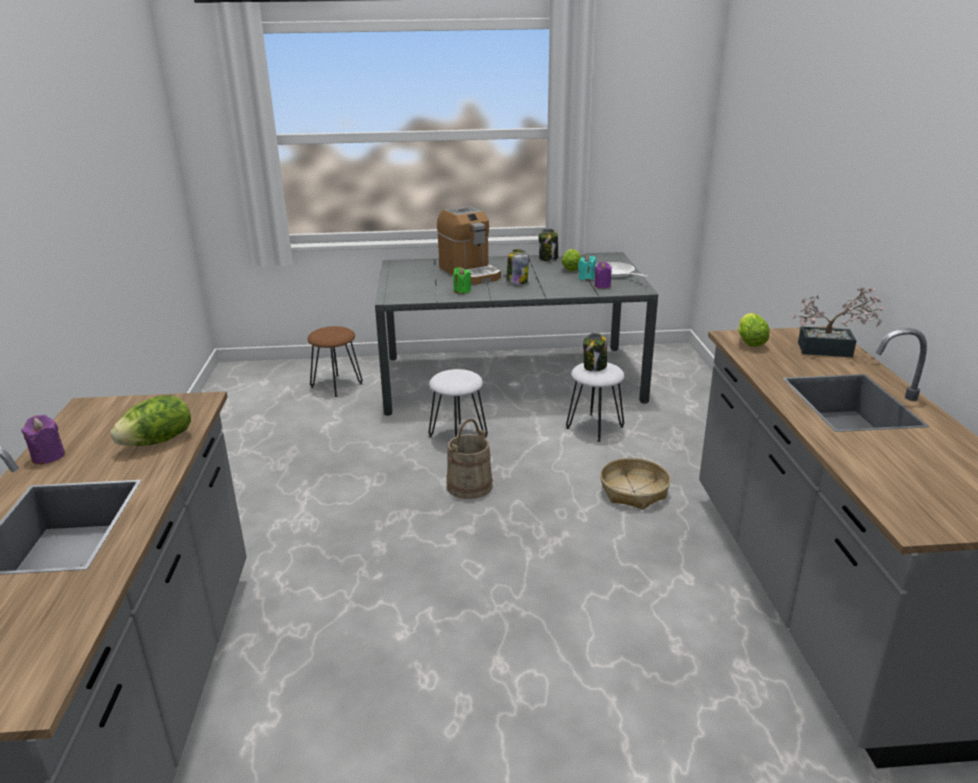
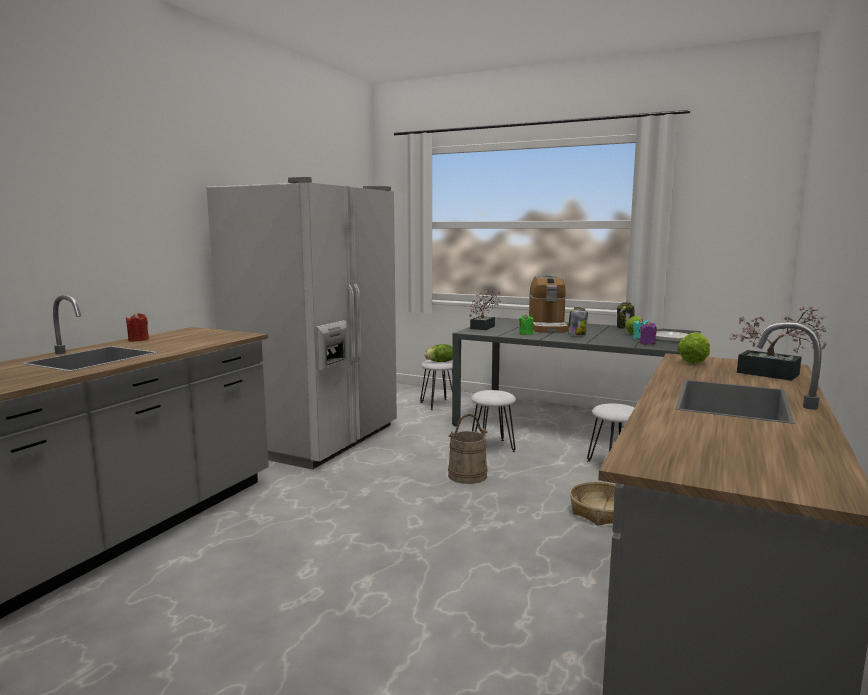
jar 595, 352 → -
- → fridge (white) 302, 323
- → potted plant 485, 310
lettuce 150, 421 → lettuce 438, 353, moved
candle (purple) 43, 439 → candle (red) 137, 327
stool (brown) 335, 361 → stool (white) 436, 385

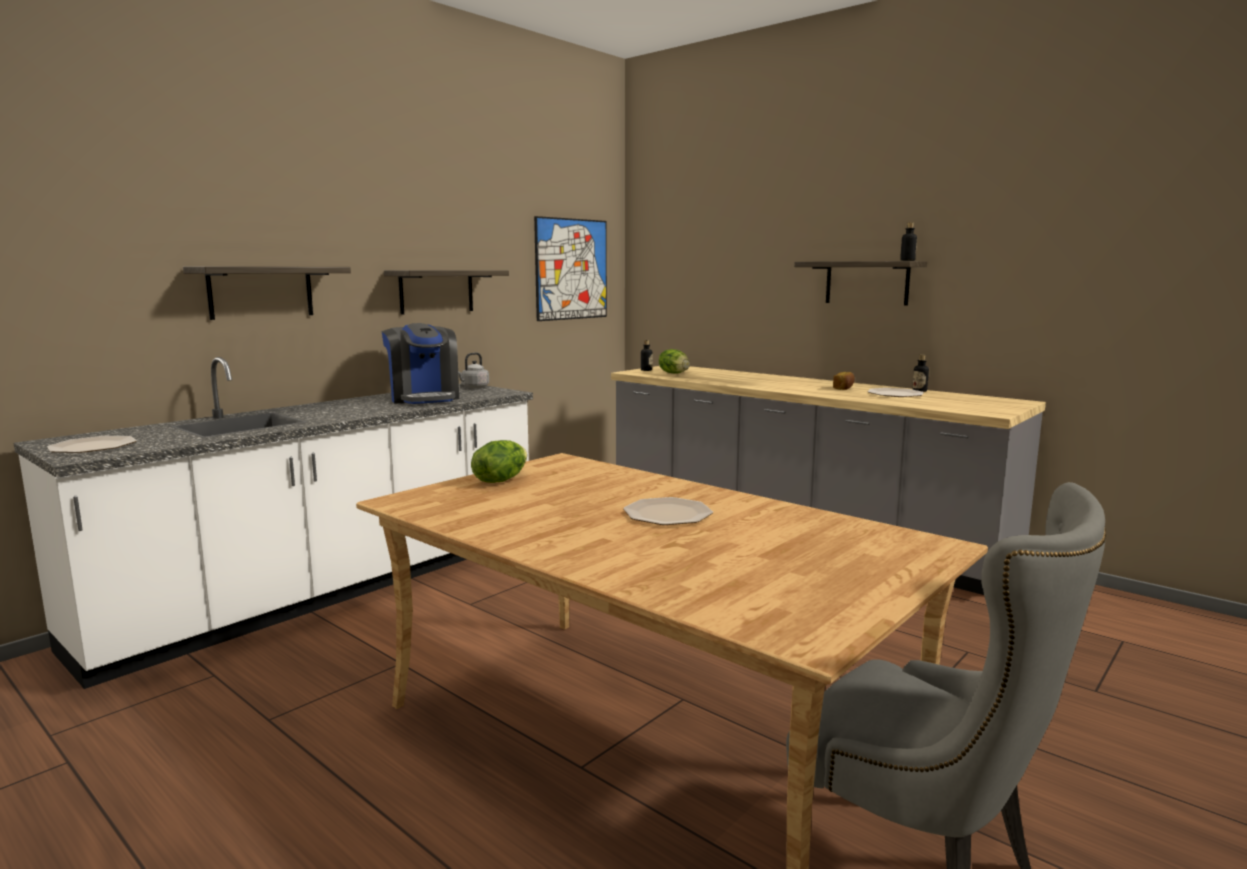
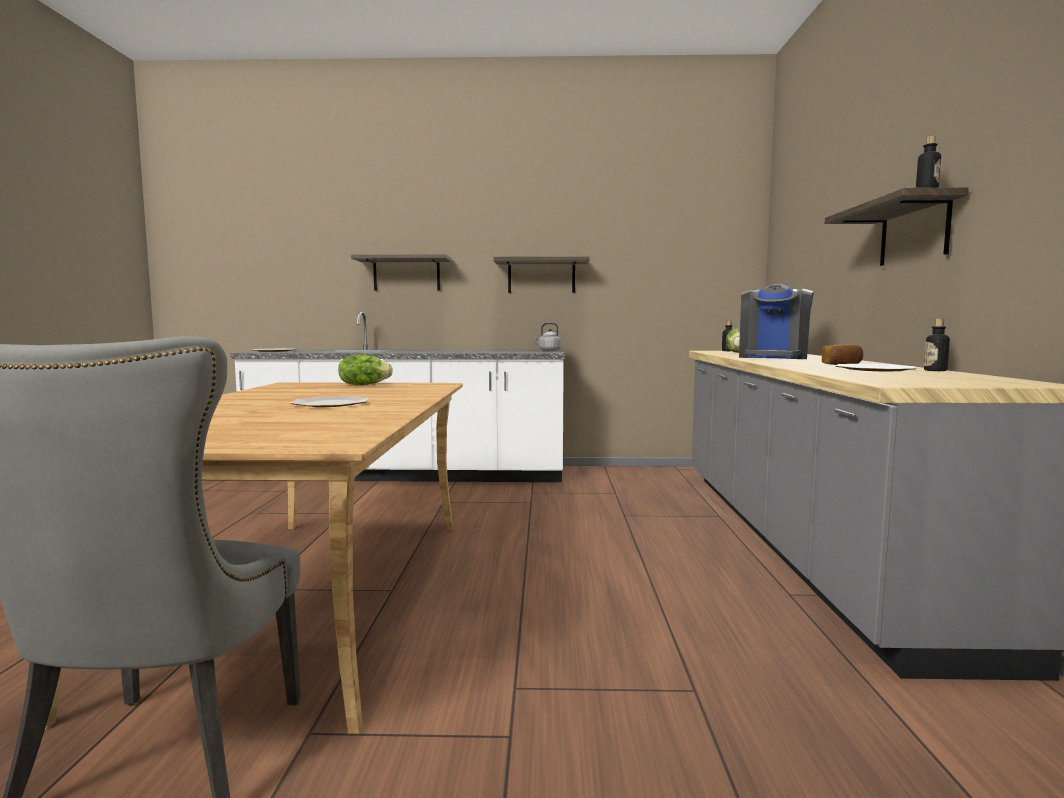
picture 570, 268 → -
coffee machine 420, 363 → coffee machine 776, 321, moved

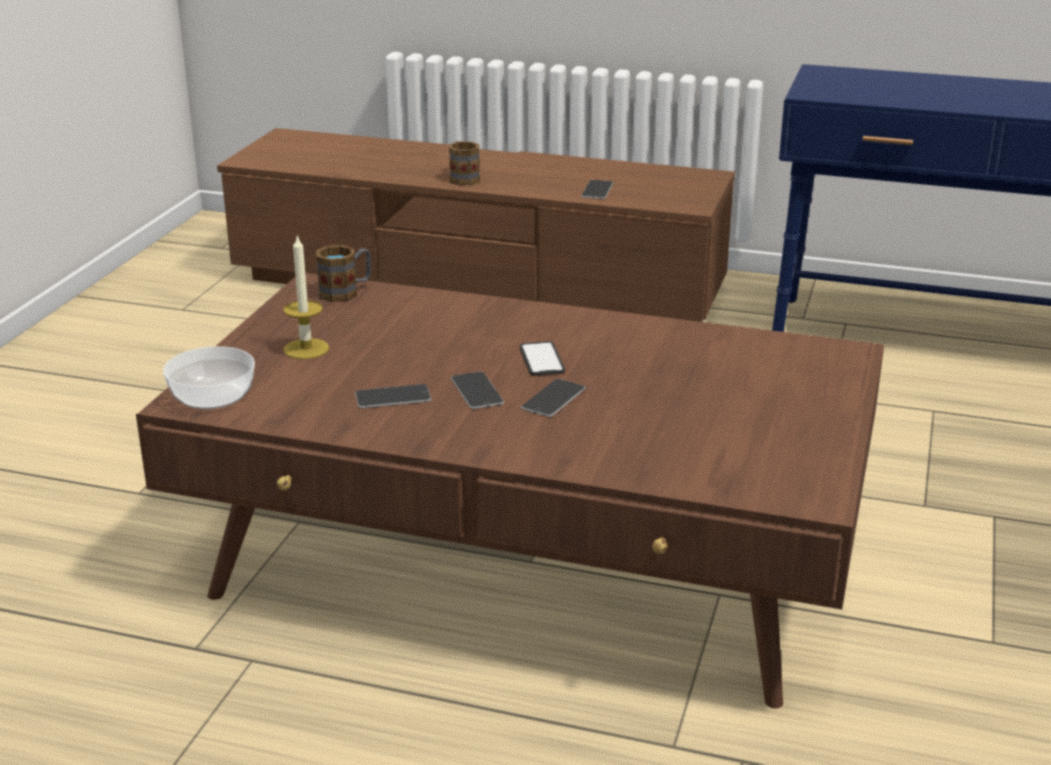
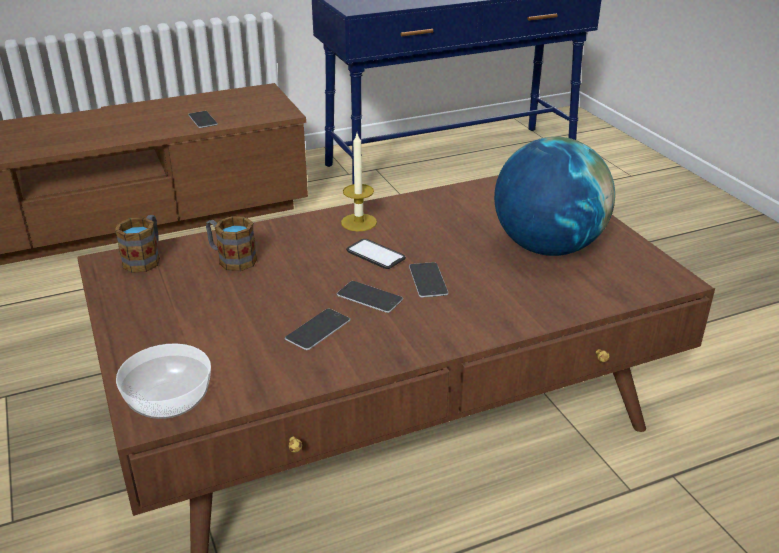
- → globe 554, 196
candle 306, 297 → candle 359, 182, moved
mug 464, 163 → mug 231, 243, moved

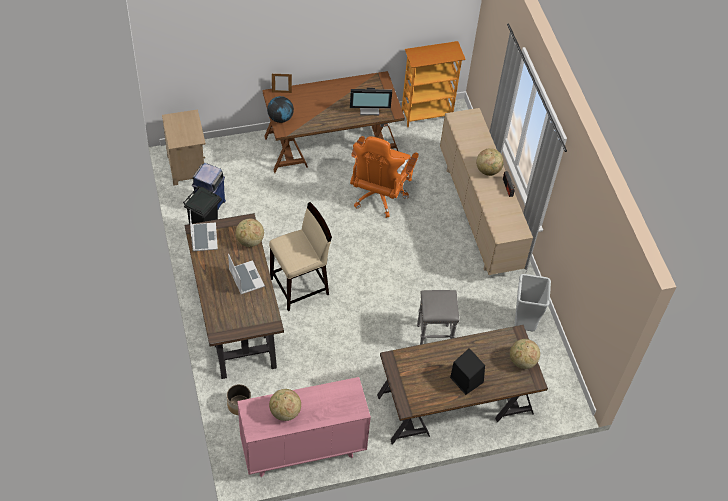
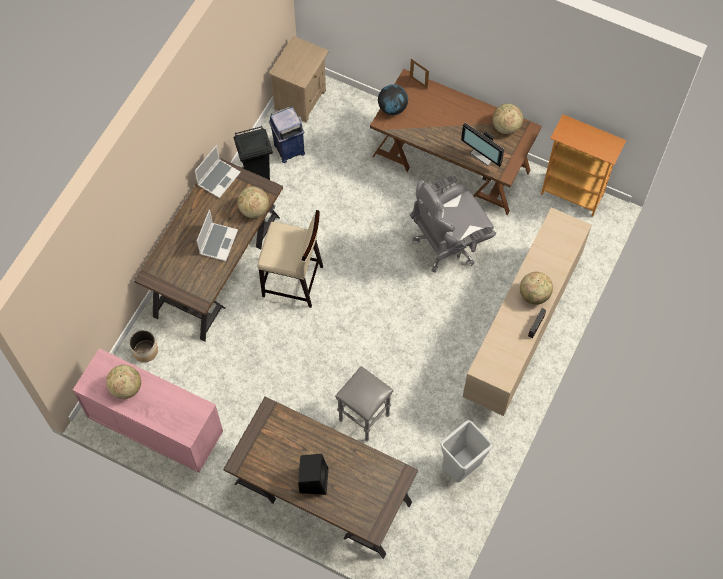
globe 525, 354 → globe 507, 119, moved
office chair (orange) 384, 177 → office chair (grey) 453, 224

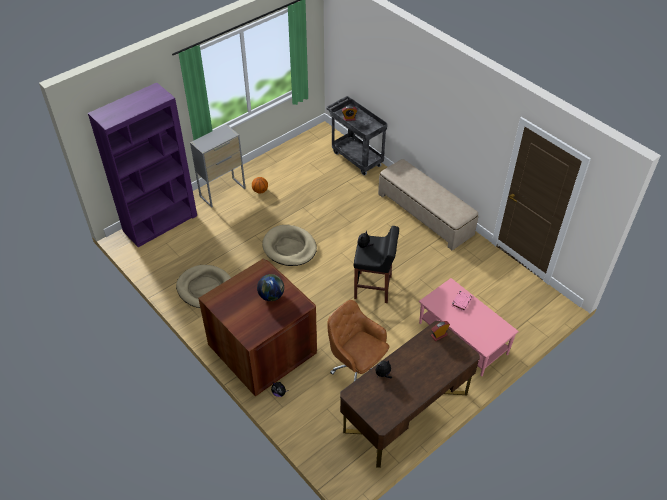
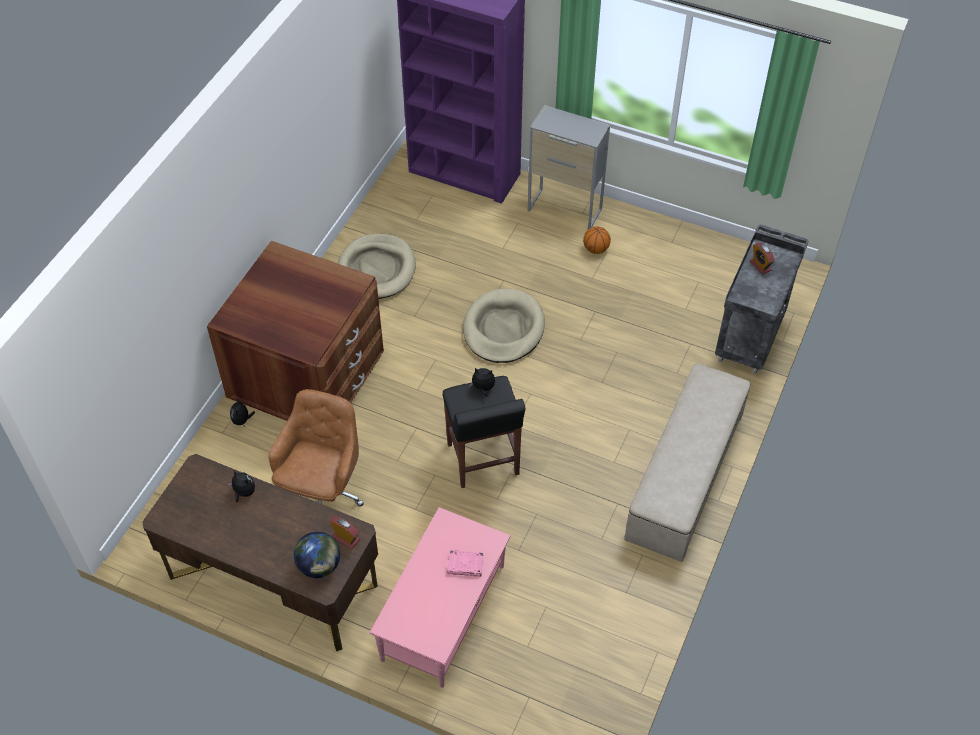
globe 270, 287 → globe 317, 555, moved

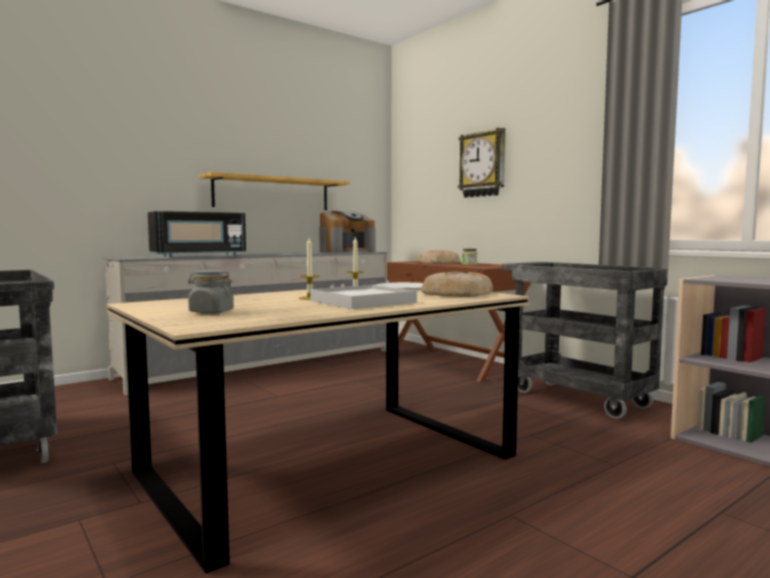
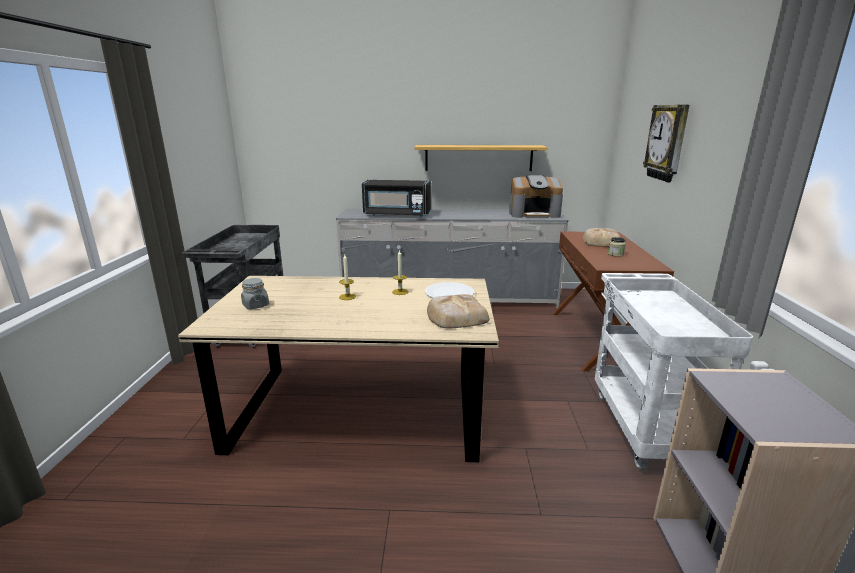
tray (white) 363, 297 → -
cart (black) 585, 340 → cart (white) 674, 372

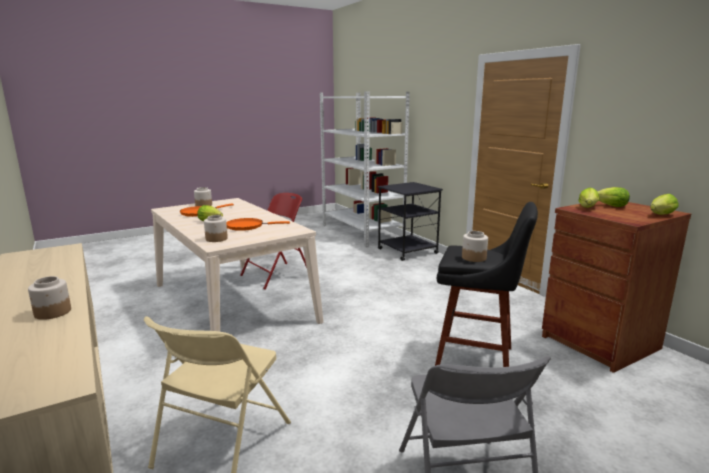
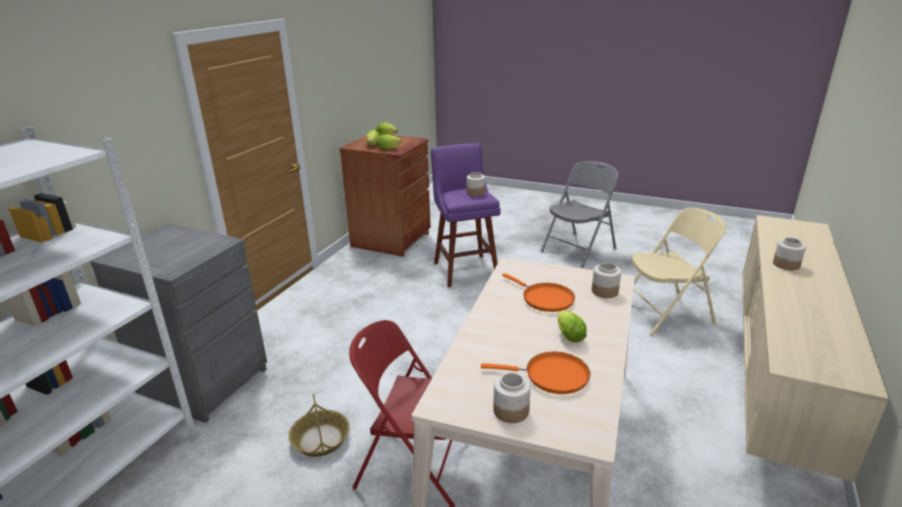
- → basket 319, 425
cart (black) 410, 221 → dresser (grey) 178, 323
stool (black) 486, 284 → stool (purple) 466, 215

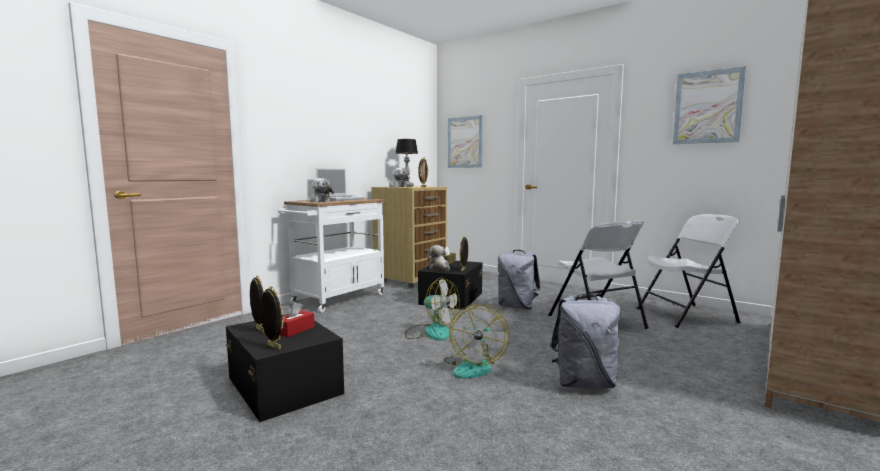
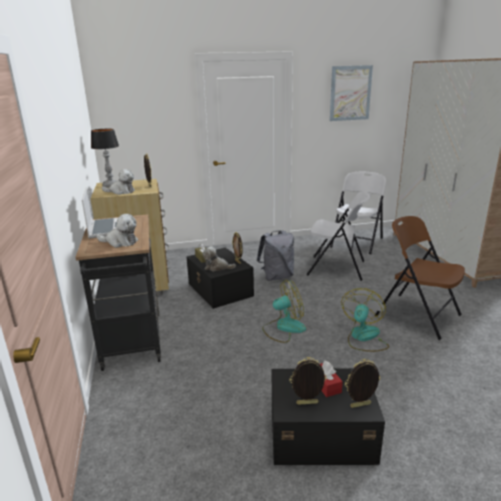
picture 465, 141 → -
backpack (grey) 585, 341 → chair (brown) 420, 278
cart (white) 331, 255 → cart (black) 118, 293
fan 477, 341 → fan 365, 320, 120 degrees counterclockwise

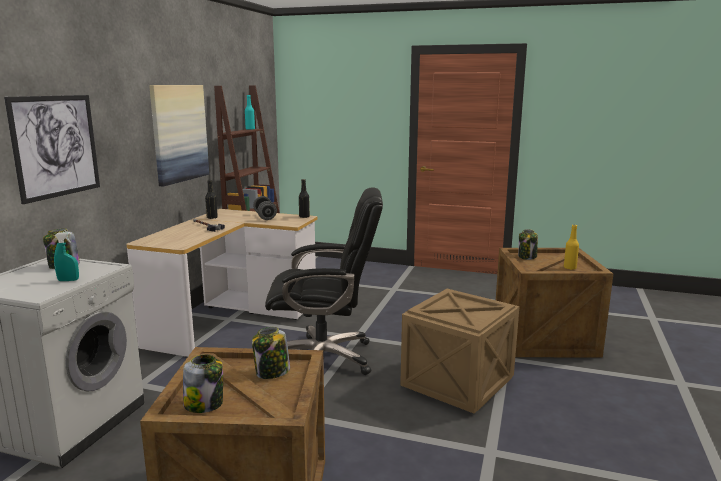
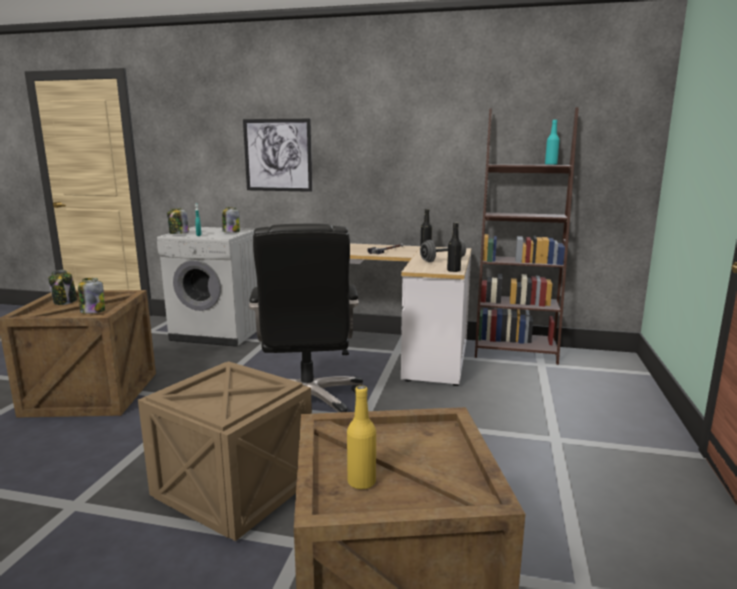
picture 179, 136 → -
jar 528, 244 → jar 178, 221, moved

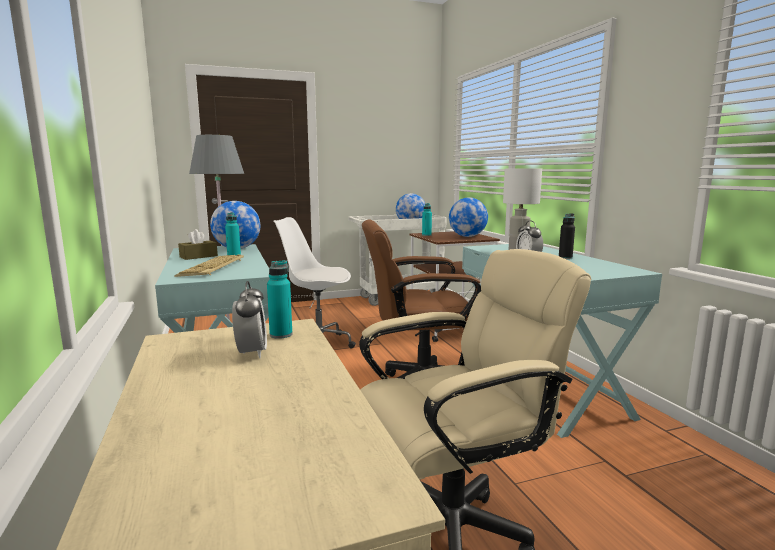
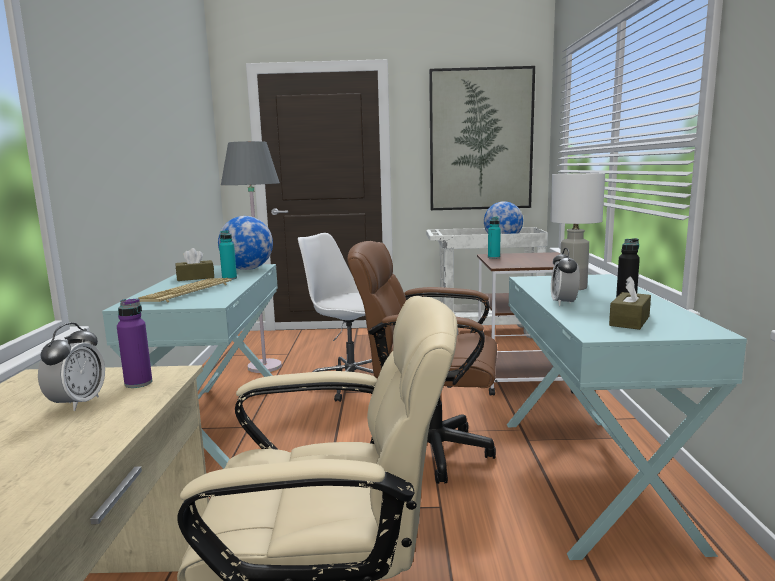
globe 468, 217 → -
- → picture 482, 138
- → tissue box (brown) 630, 303
bottle (turquoise) 280, 299 → bottle (purple) 134, 343

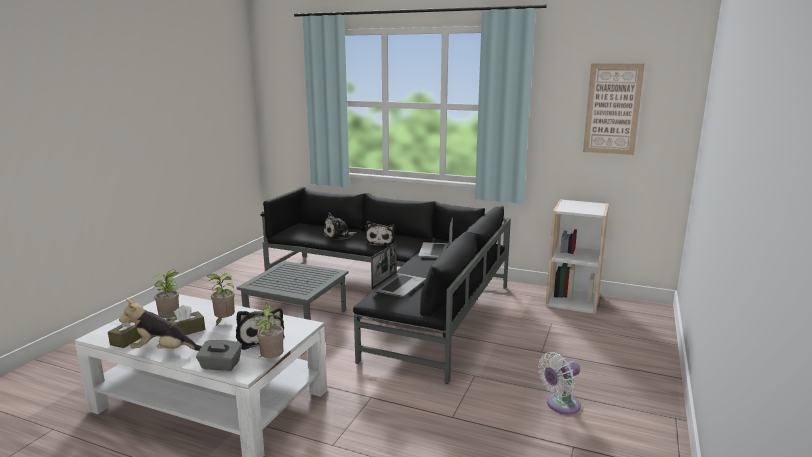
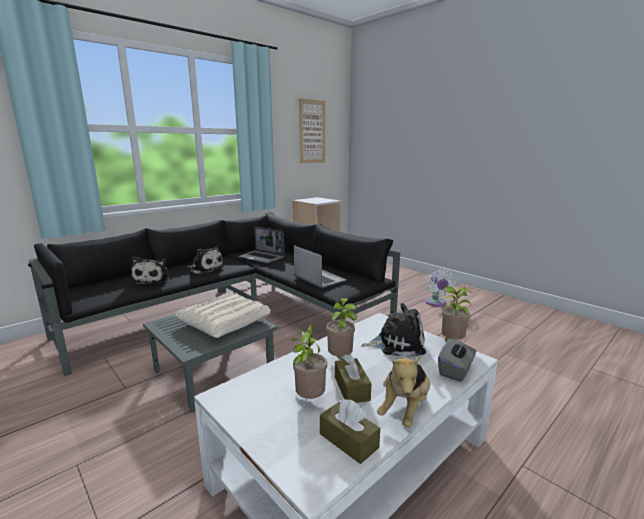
- → pillow (beige) 223, 315

